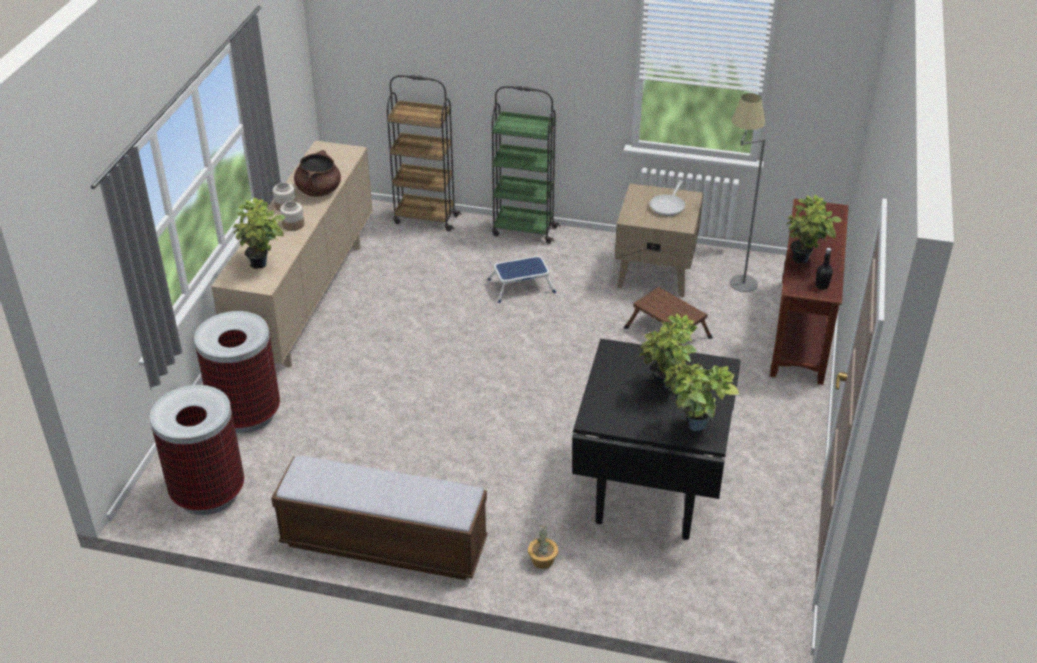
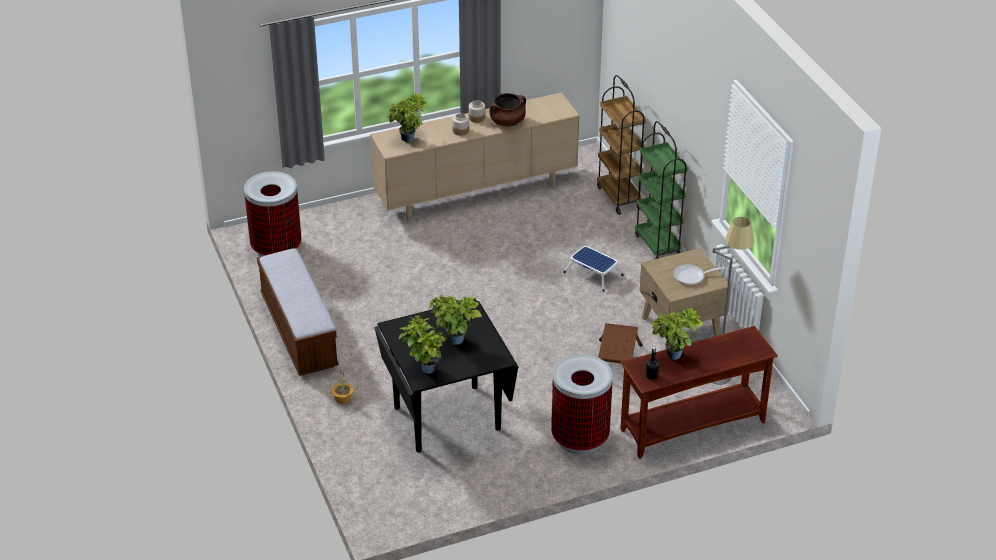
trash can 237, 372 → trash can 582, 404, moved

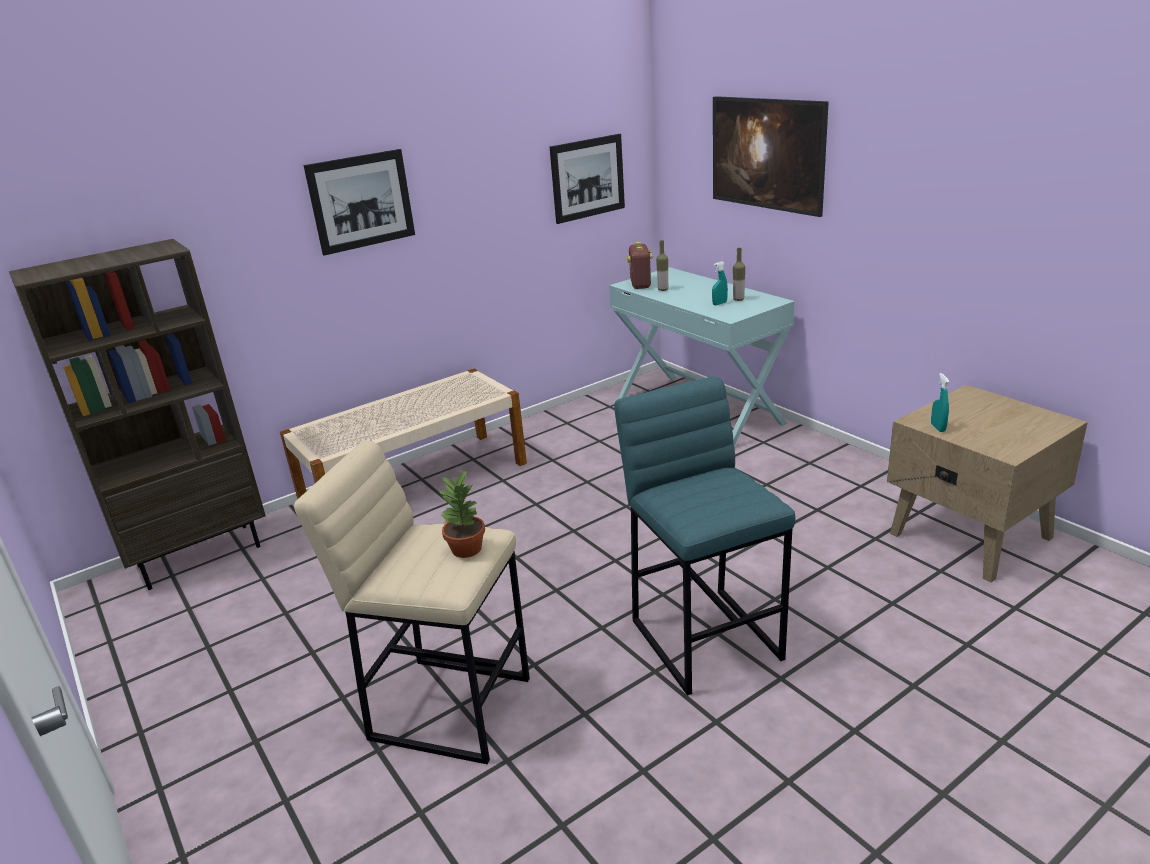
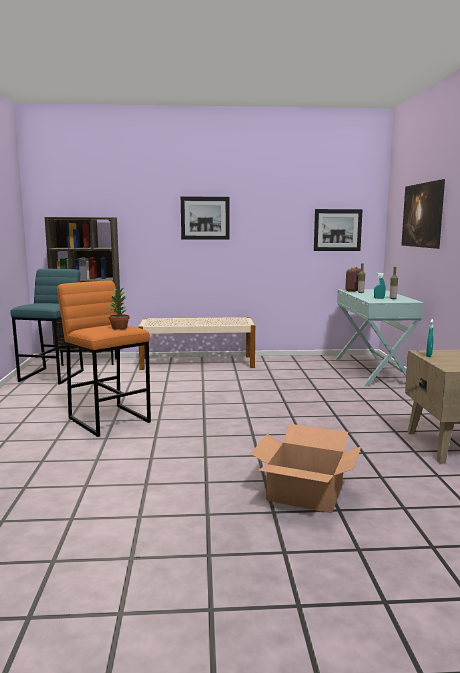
- → cardboard box 305, 468
stool (turquoise) 705, 536 → stool (turquoise) 47, 326, moved
stool (beige) 412, 602 → stool (orange) 104, 358

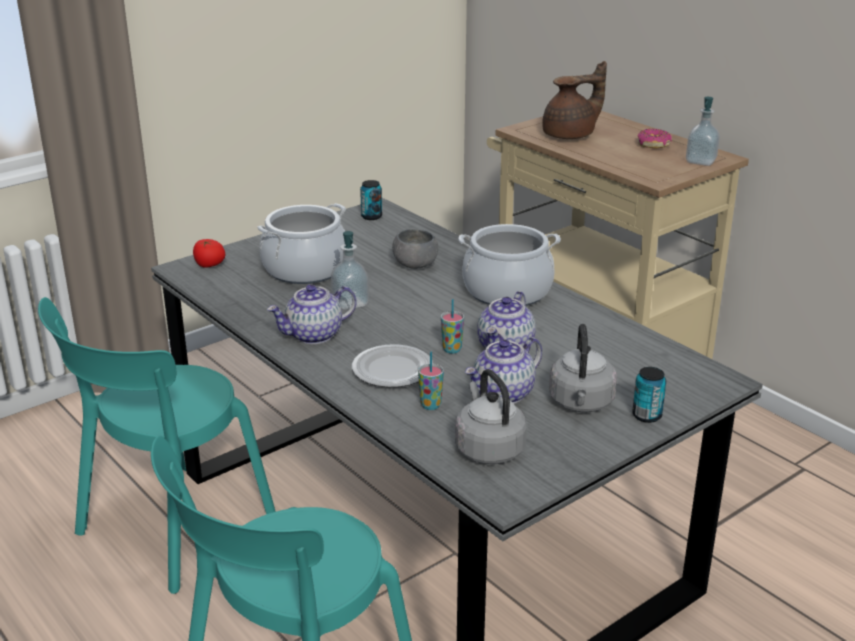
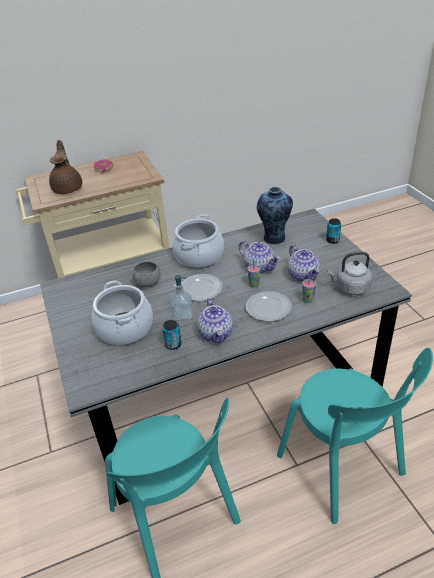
tomato 209, 253 → -
kettle (grey) 583, 368 → -
soap dispenser 703, 131 → -
- → plate 203, 287
- → vase 275, 216
can 371, 200 → can 172, 335, moved

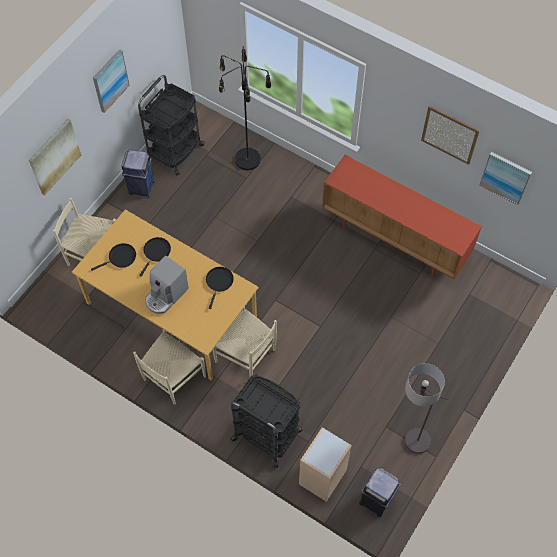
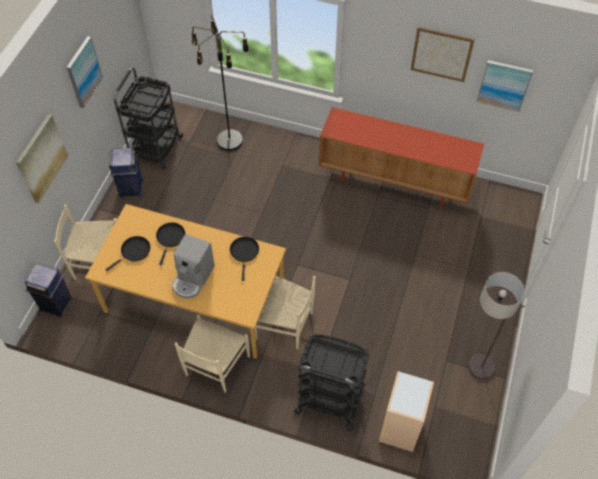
trash can (blue) 380, 492 → trash can (blue) 48, 290, moved

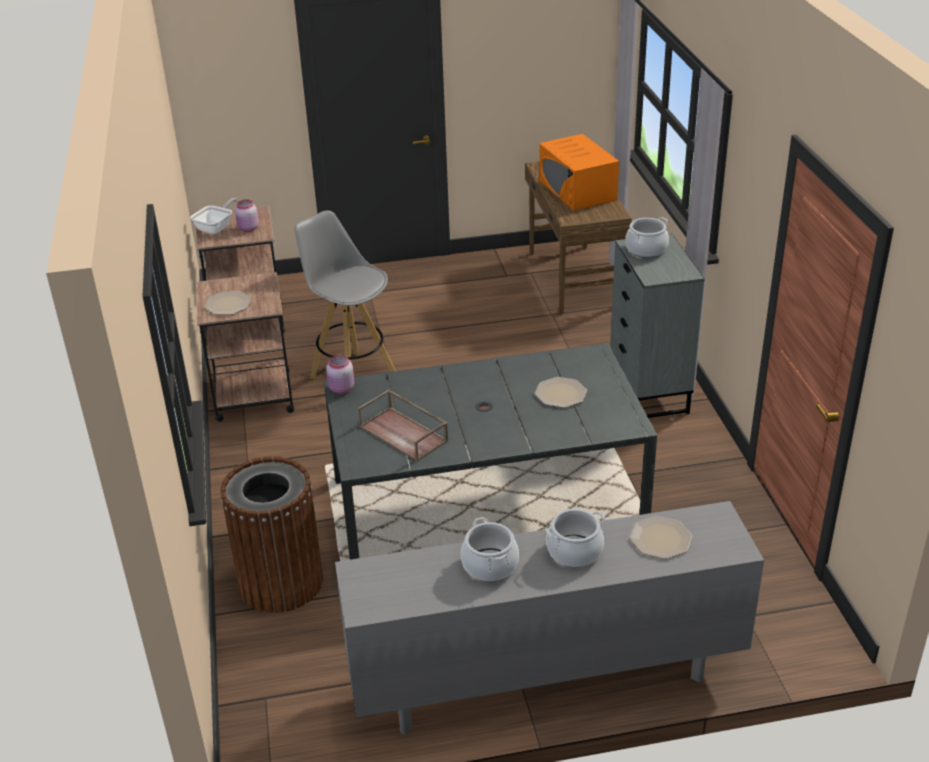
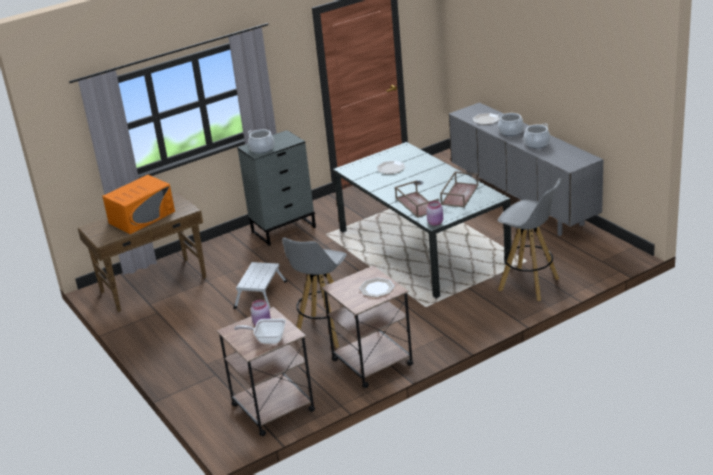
- → step ladder (white) 260, 285
- → tray (brown) 417, 199
trash can (brown) 271, 534 → stool (grey) 530, 239

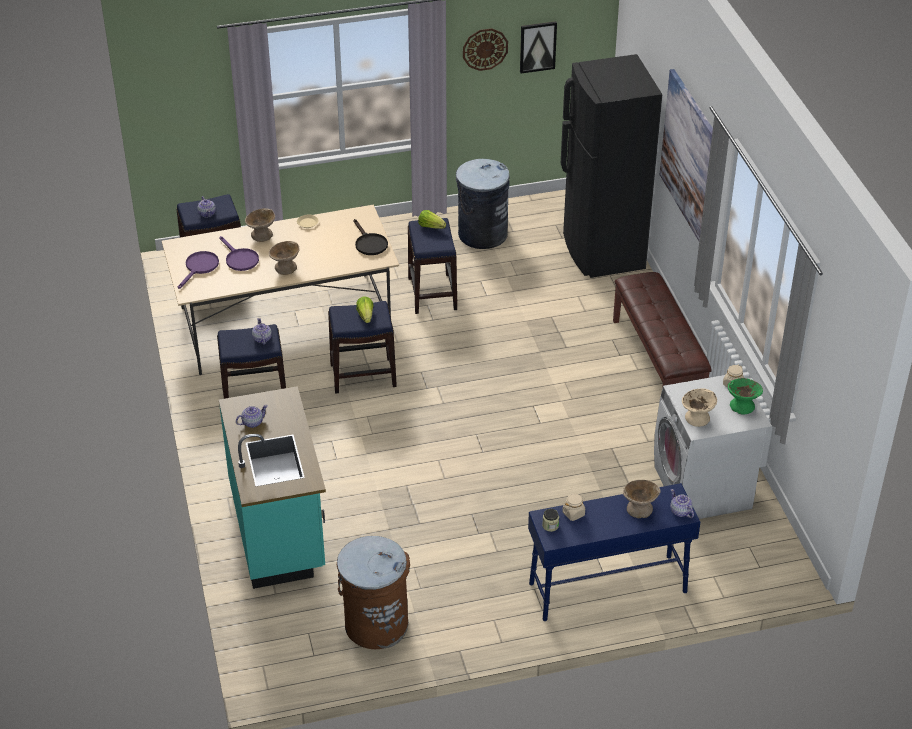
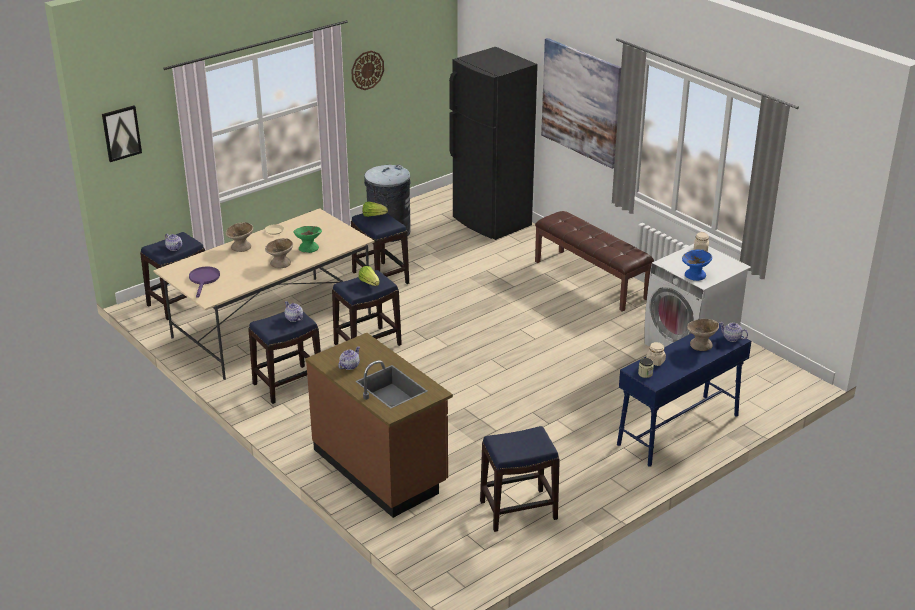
frying pan (purple) 239, 253 → -
frying pan (black) 370, 237 → -
picture 538, 47 → picture 122, 133, moved
bowl (green) 745, 396 → bowl (green) 308, 239, moved
trash can (brown) 373, 592 → stool 520, 479
counter (turquoise) 272, 487 → counter (brown) 379, 425
bowl (beige) 699, 407 → bowl (blue) 697, 265

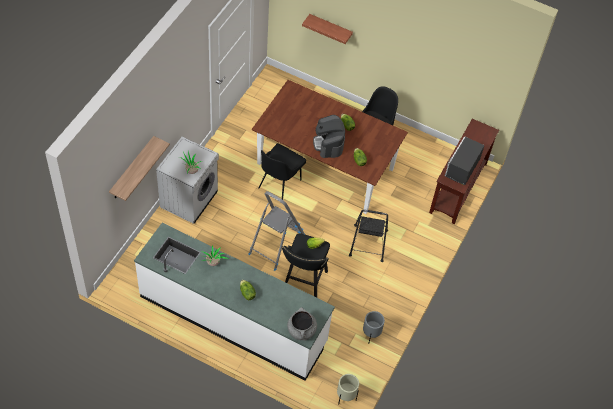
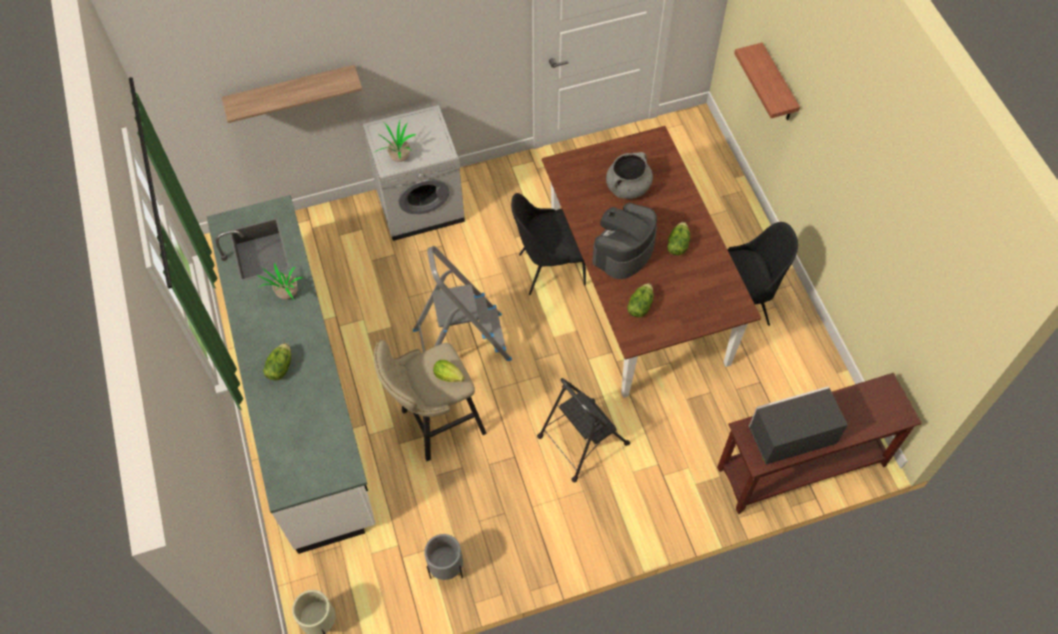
cooking pot (grey) 302, 324 → cooking pot (grey) 629, 175, moved
stool (black) 306, 265 → stool (beige) 430, 400

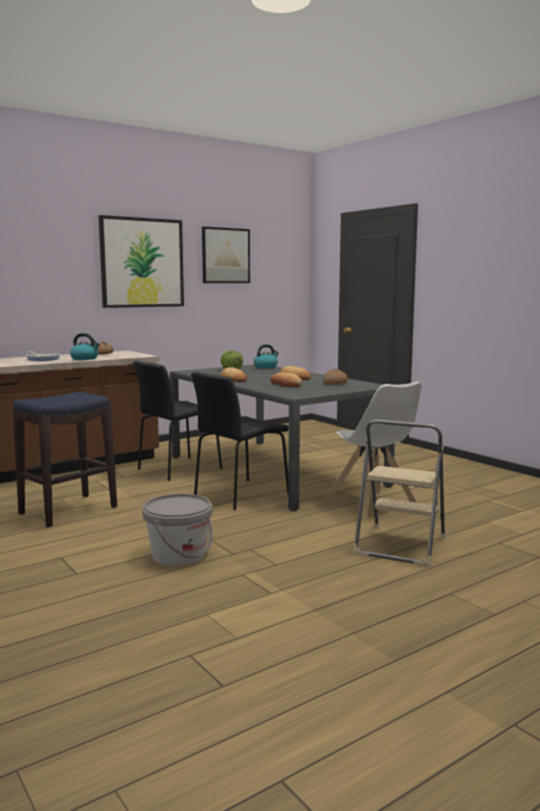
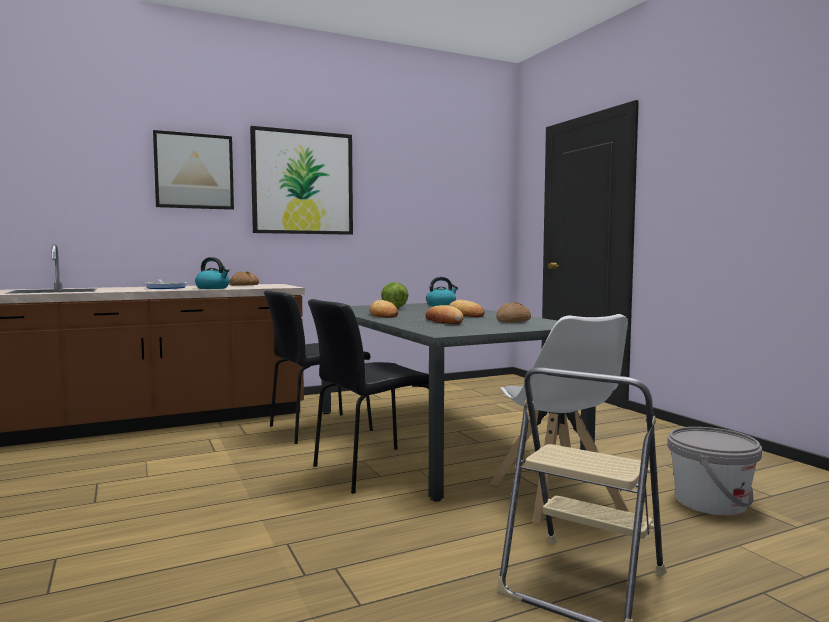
stool 65, 459 → -
bucket (grey) 177, 530 → bucket (grey) 714, 471, moved
picture 226, 255 → picture 193, 170, moved

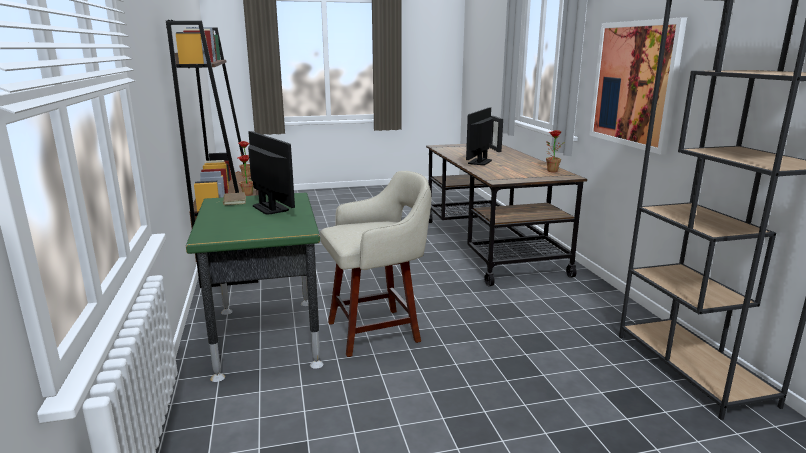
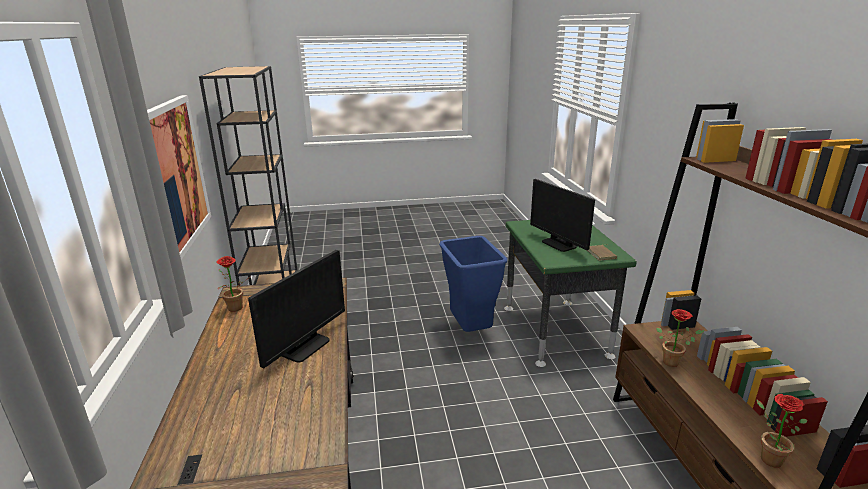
picture frame 496, 134 → -
stool (beige) 375, 264 → trash can (blue) 473, 284

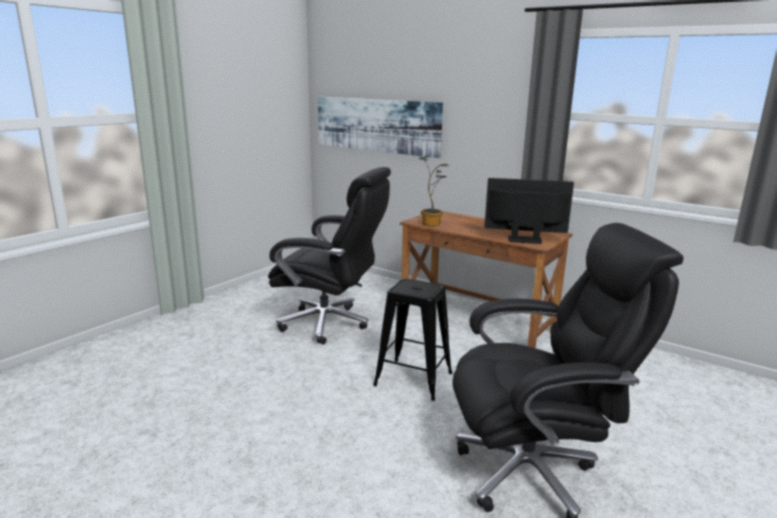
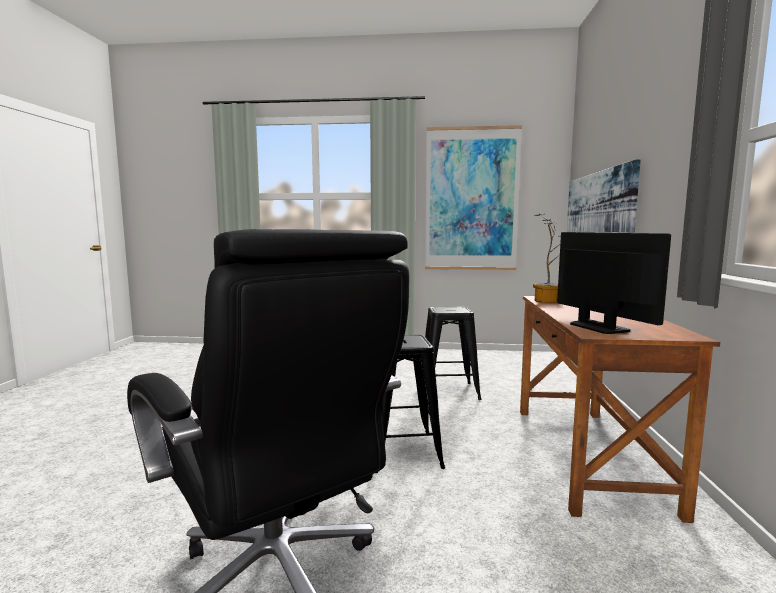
- → picture 473, 197
office chair (black) 329, 256 → stool (black) 453, 353

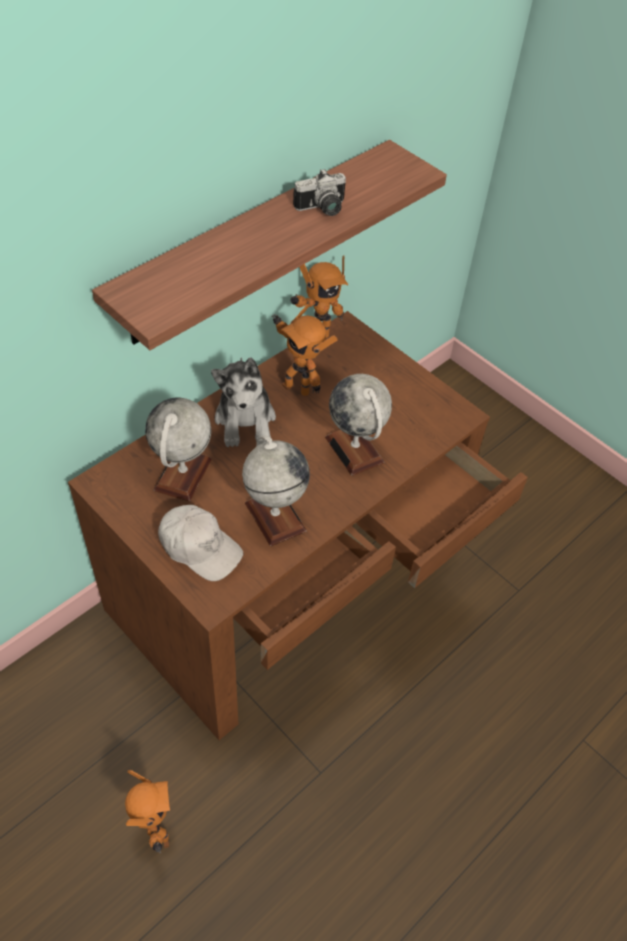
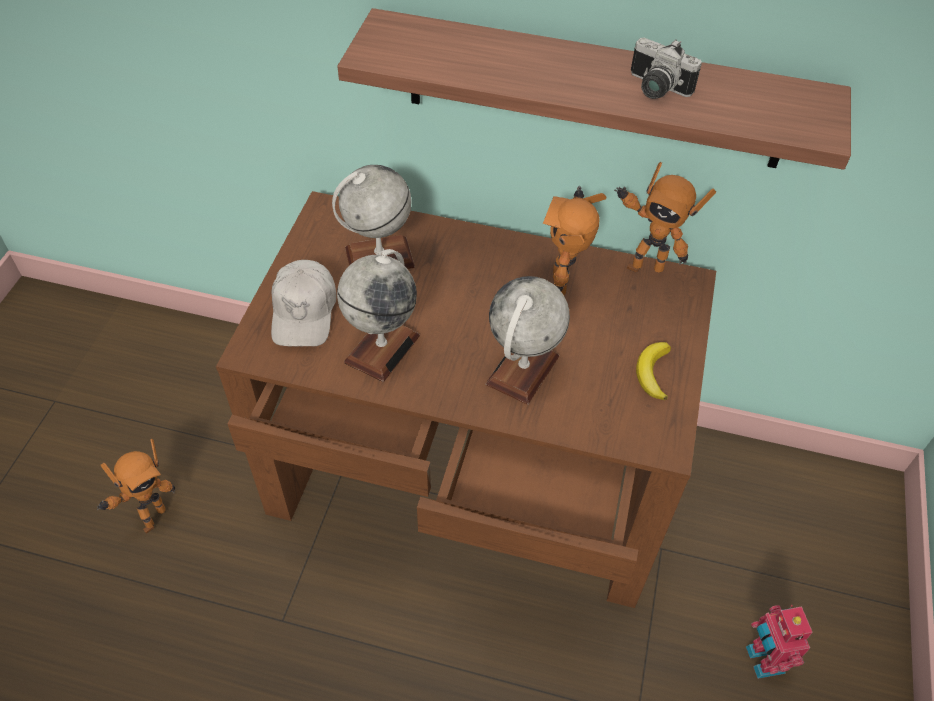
plush toy 243, 402 → -
- → banana 653, 371
- → toy robot 779, 642

